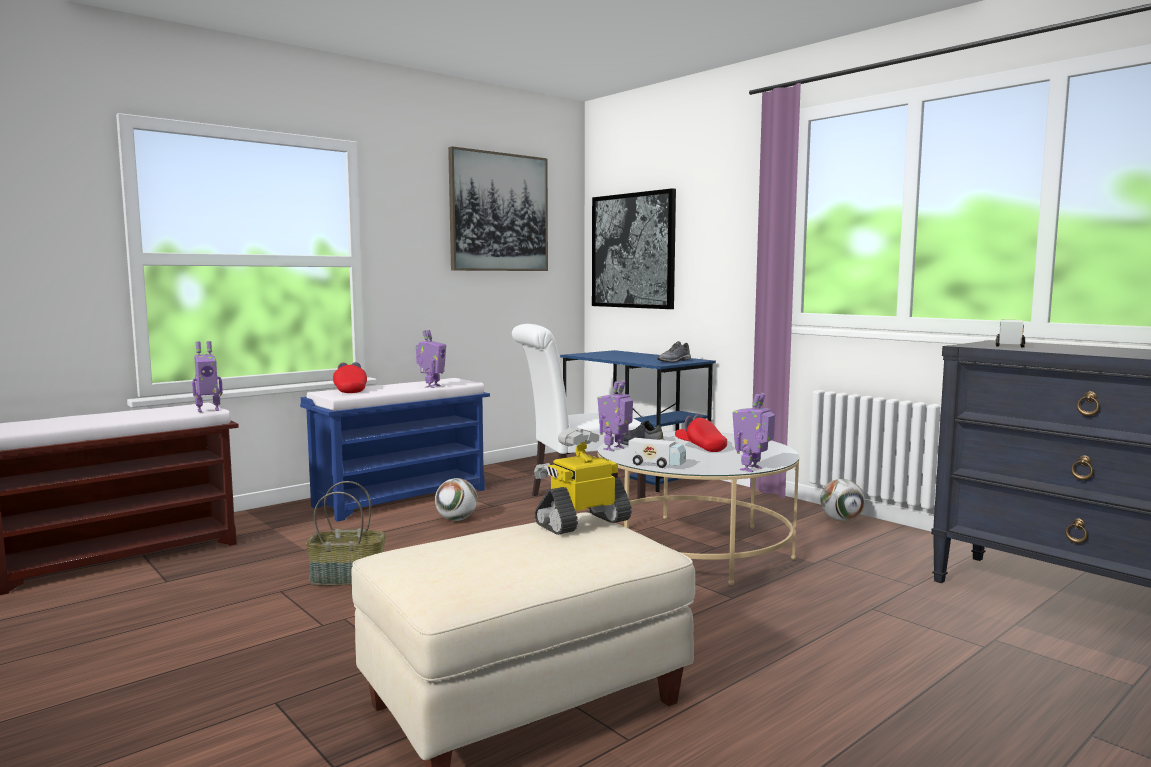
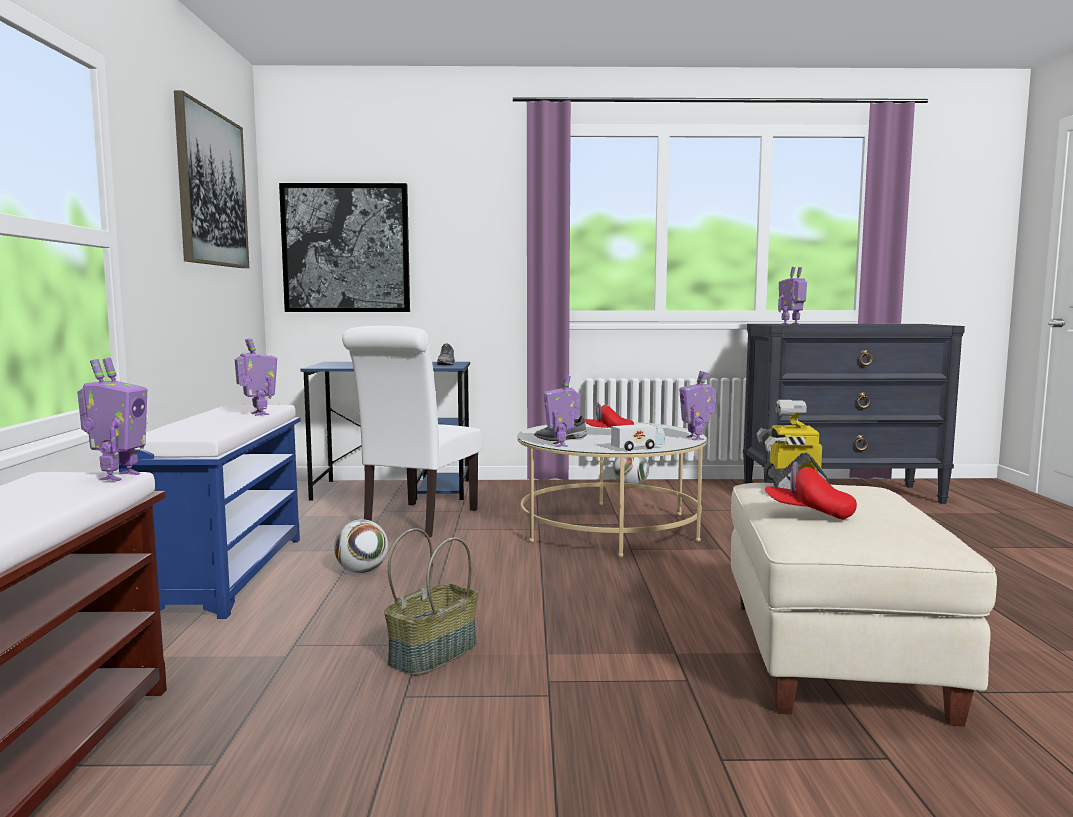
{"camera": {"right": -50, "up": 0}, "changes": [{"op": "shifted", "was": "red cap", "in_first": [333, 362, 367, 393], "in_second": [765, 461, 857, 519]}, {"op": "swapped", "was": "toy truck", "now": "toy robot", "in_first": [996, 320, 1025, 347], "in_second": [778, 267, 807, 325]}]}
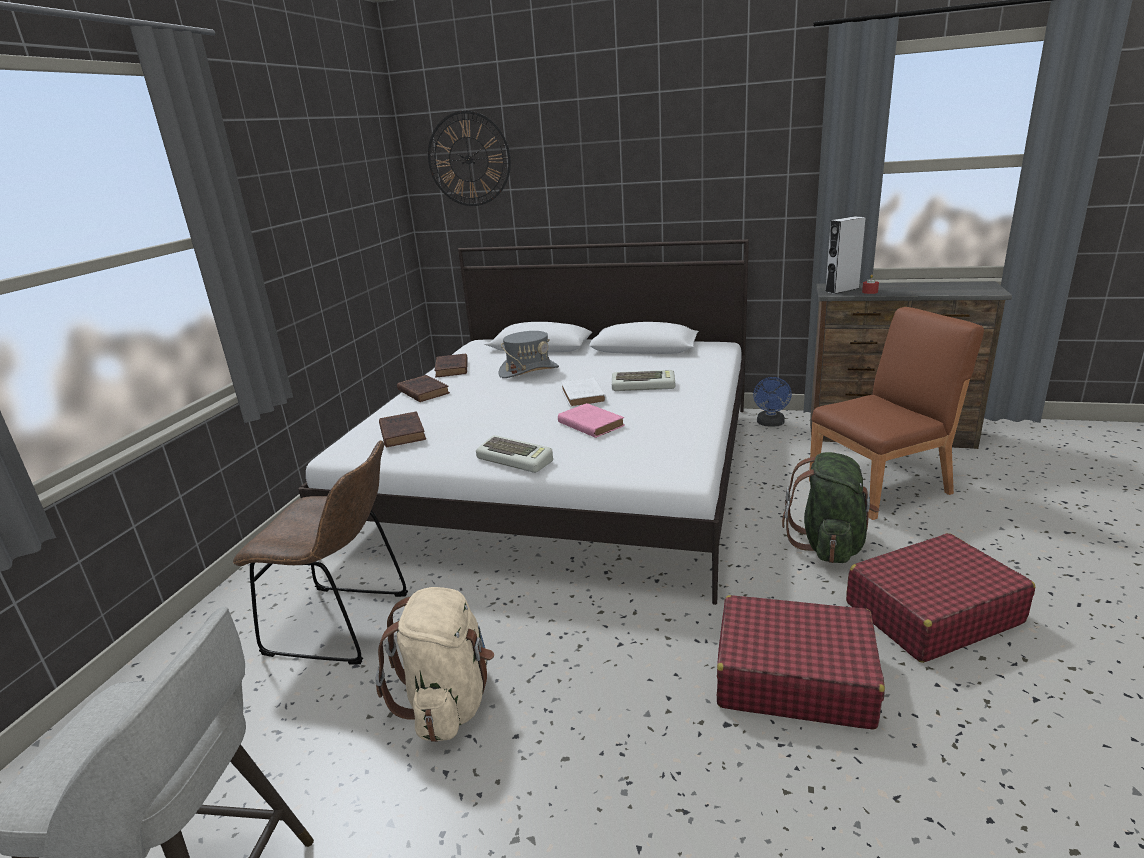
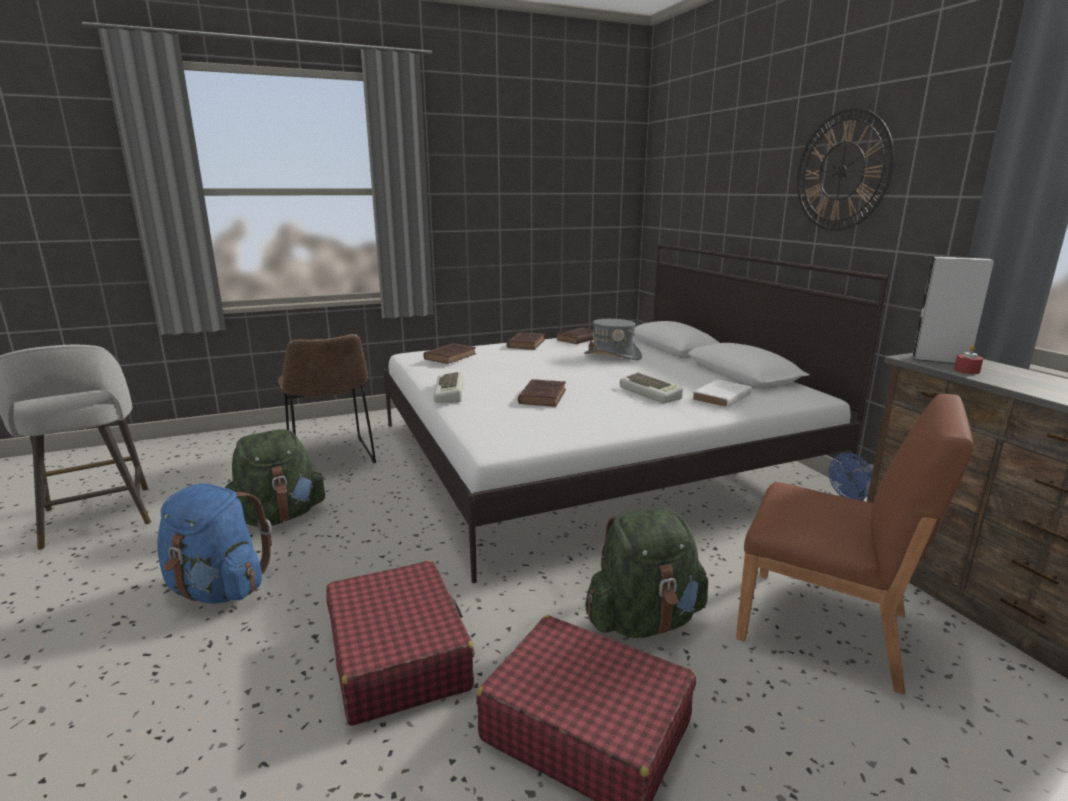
{"camera": {"right": 50, "up": -5}, "changes": [{"op": "new", "now": "blue backpack", "in_second": [157, 483, 272, 604]}, {"op": "repainted", "was": "beige backpack", "now": "green backpack", "in_first": [375, 587, 494, 742], "in_second": [225, 429, 326, 527]}, {"op": "repainted", "was": "pink book", "now": "brown book", "in_first": [558, 403, 625, 438], "in_second": [518, 379, 566, 407]}, {"op": "shifted", "was": "white book", "in_first": [561, 377, 607, 407], "in_second": [691, 380, 752, 408]}, {"op": "shifted", "was": "wall clock", "in_first": [428, 111, 511, 206], "in_second": [797, 108, 894, 231]}]}
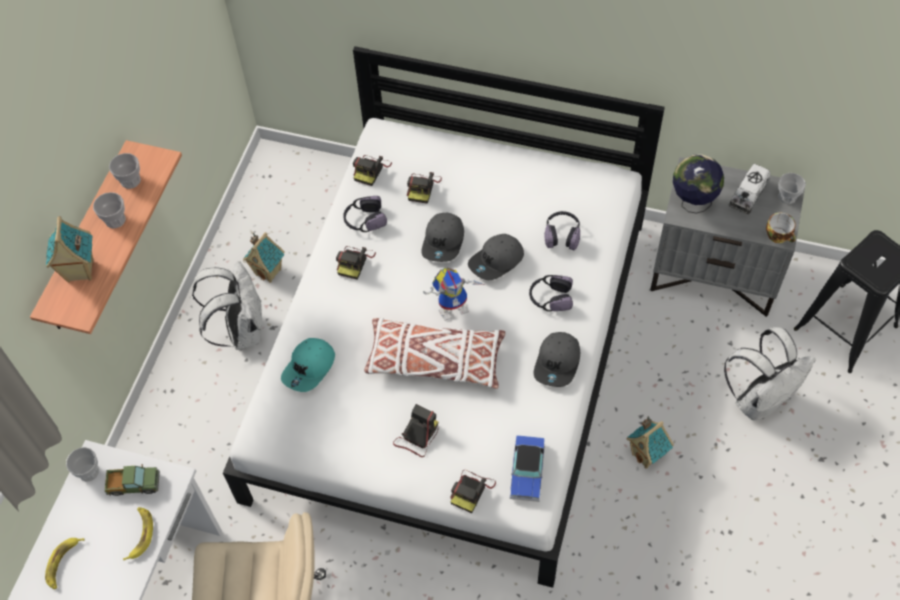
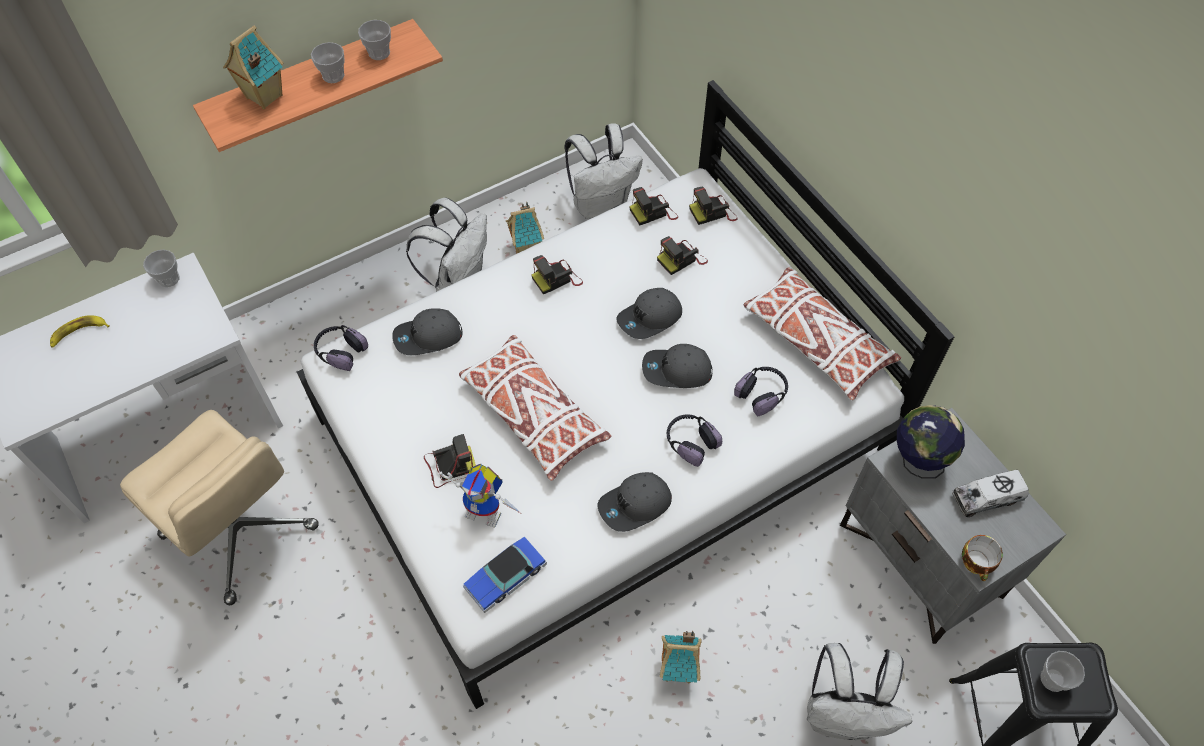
{"camera": {"right": 40, "up": 0}, "changes": [{"op": "shifted", "was": "headphones", "in_first": [343, 196, 387, 232], "in_second": [314, 325, 368, 371]}, {"op": "repainted", "was": "turquoise cap", "now": "grey cap", "in_first": [281, 338, 335, 392], "in_second": [392, 308, 463, 355]}, {"op": "shifted", "was": "toy robot", "in_first": [423, 268, 485, 321], "in_second": [439, 464, 522, 528]}, {"op": "new", "now": "white backpack", "in_second": [564, 123, 643, 219]}, {"op": "shifted", "was": "photo camera", "in_first": [450, 470, 496, 513], "in_second": [689, 187, 738, 225]}, {"op": "new", "now": "white pillow", "in_second": [744, 267, 901, 401]}, {"op": "shifted", "was": "cup", "in_first": [778, 173, 806, 204], "in_second": [1041, 651, 1085, 692]}, {"op": "gone", "was": "toy truck", "in_first": [105, 464, 160, 496]}, {"op": "gone", "was": "banana", "in_first": [123, 507, 153, 560]}]}
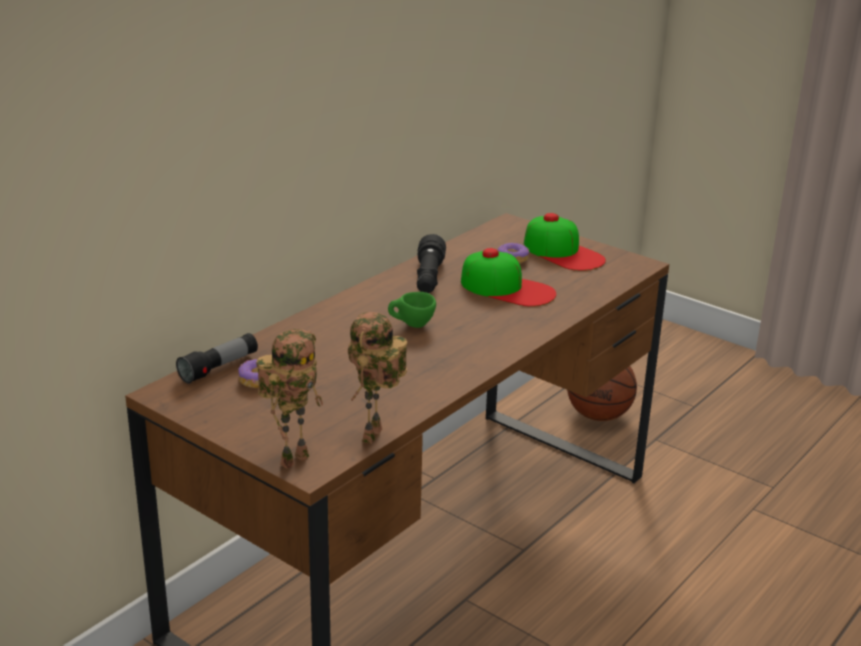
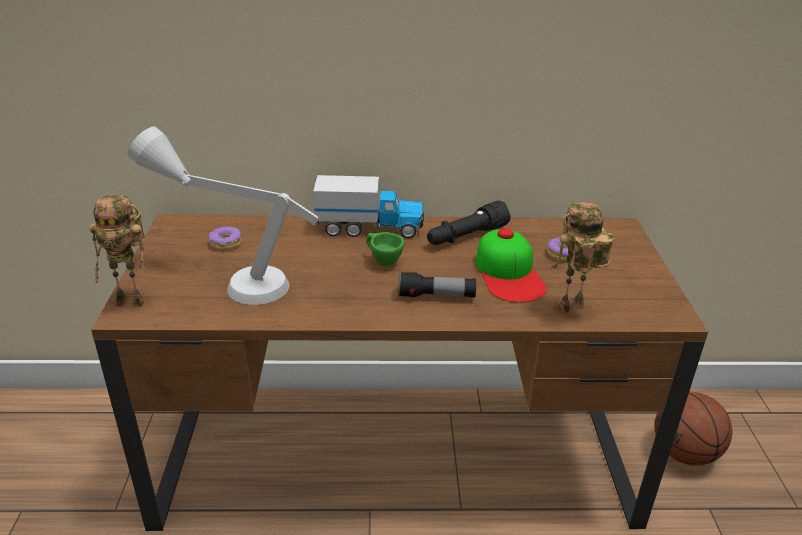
{"camera": {"right": 50, "up": 5}, "changes": [{"op": "new", "now": "grey table lamp", "in_second": [128, 126, 318, 305]}, {"op": "new", "now": "toy truck", "in_second": [313, 175, 424, 238]}, {"op": "shifted", "was": "flashlight", "in_first": [176, 333, 258, 384], "in_second": [398, 272, 476, 298]}, {"op": "shifted", "was": "toy robot", "in_first": [348, 312, 408, 444], "in_second": [551, 202, 615, 313]}, {"op": "gone", "was": "cap", "in_first": [524, 213, 606, 271]}]}
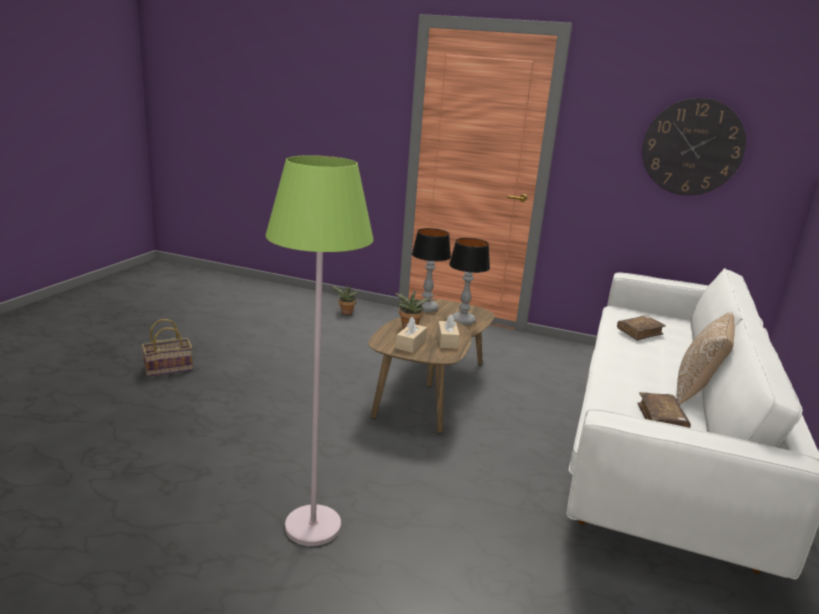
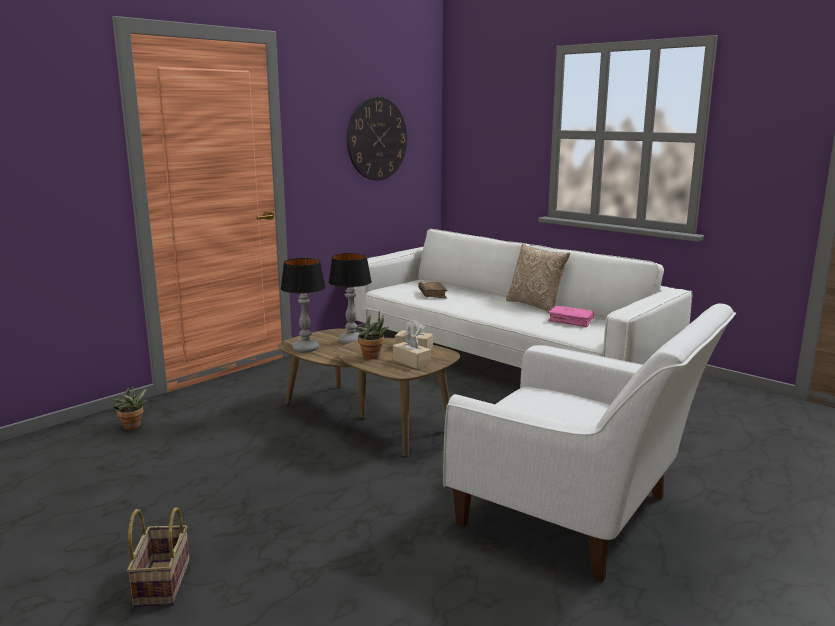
{"camera": {"right": -65, "up": -5}, "changes": [{"op": "swapped", "was": "green floor lamp", "now": "white armchair", "in_first": [266, 155, 374, 546], "in_second": [443, 304, 736, 582]}, {"op": "repainted", "was": "brown book", "now": "pink book", "in_first": [637, 392, 691, 428], "in_second": [548, 306, 594, 327]}]}
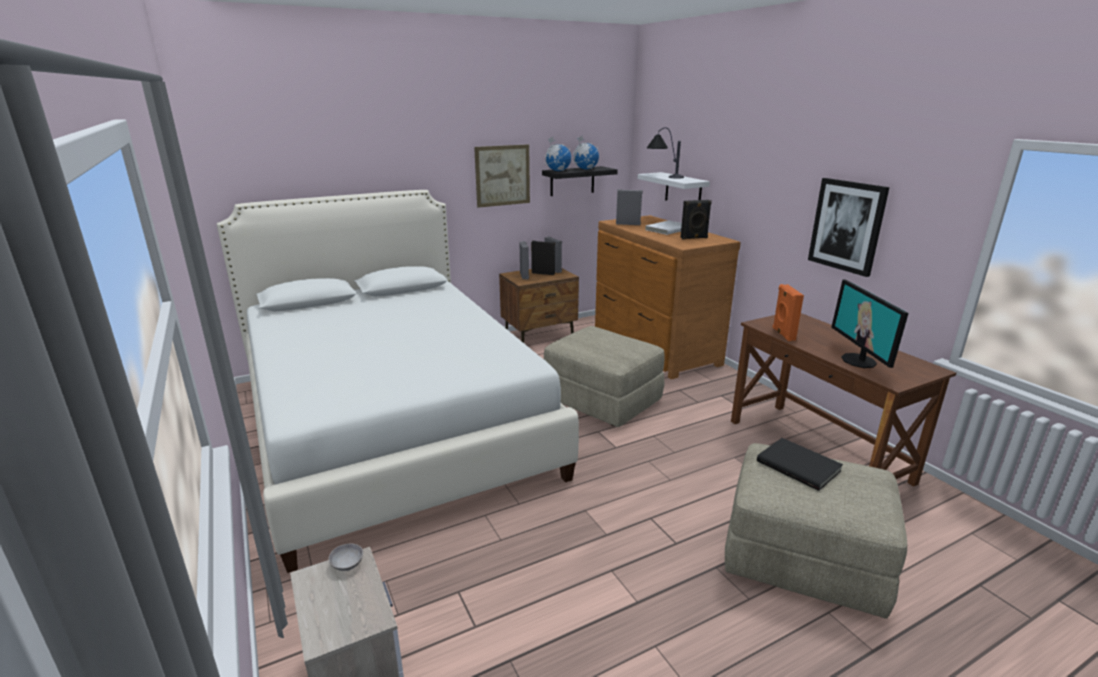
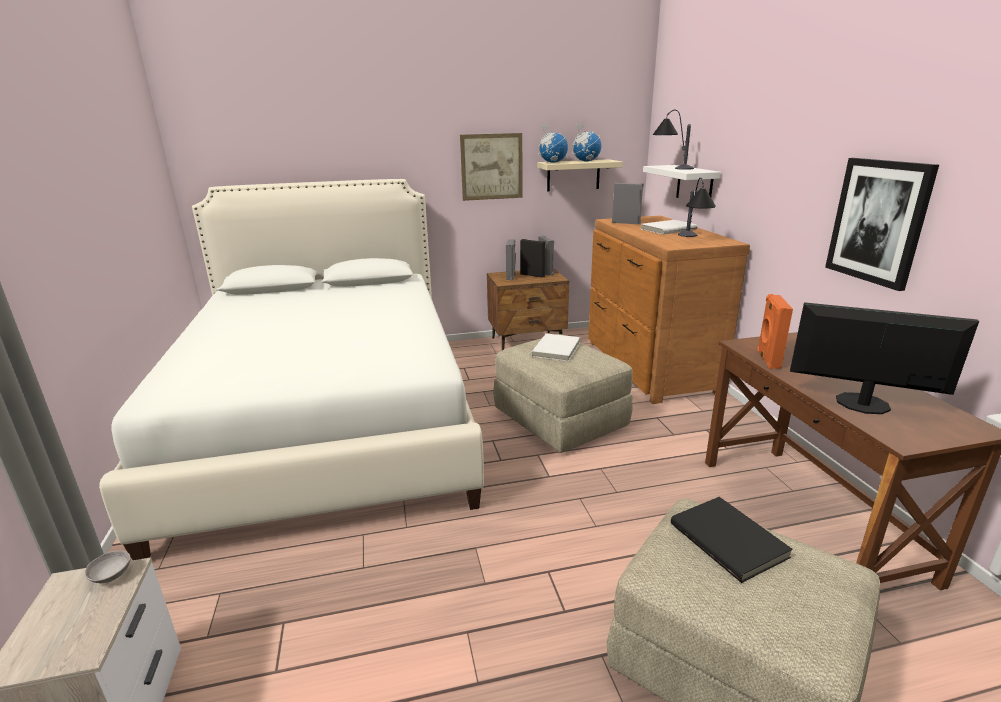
{"camera": {"right": 15, "up": 0}, "changes": [{"op": "new", "now": "white book", "in_second": [531, 334, 580, 361]}, {"op": "repainted", "was": "black shelf", "now": "beige shelf", "in_first": [542, 166, 618, 196], "in_second": [537, 159, 623, 191]}, {"op": "swapped", "was": "black speaker", "now": "table lamp", "in_first": [681, 200, 712, 239], "in_second": [678, 178, 716, 237]}, {"op": "rotated", "was": "monitor", "in_first": [831, 280, 909, 368], "in_second": [790, 302, 979, 414], "clockwise": 105}]}
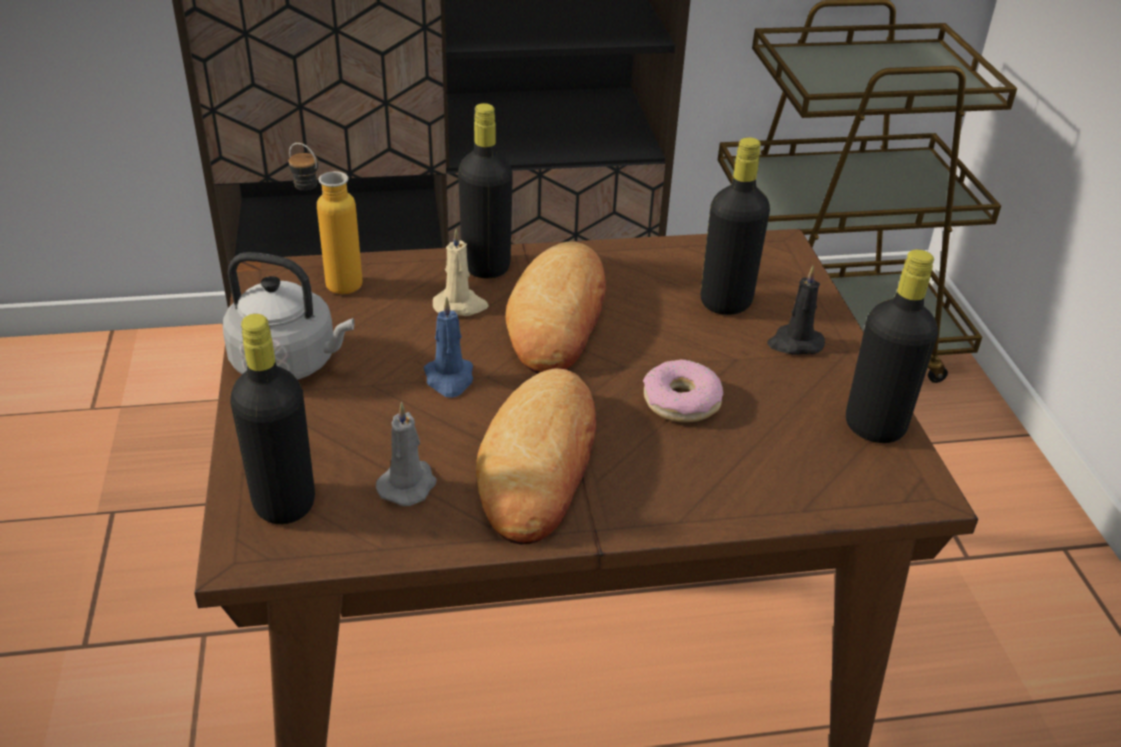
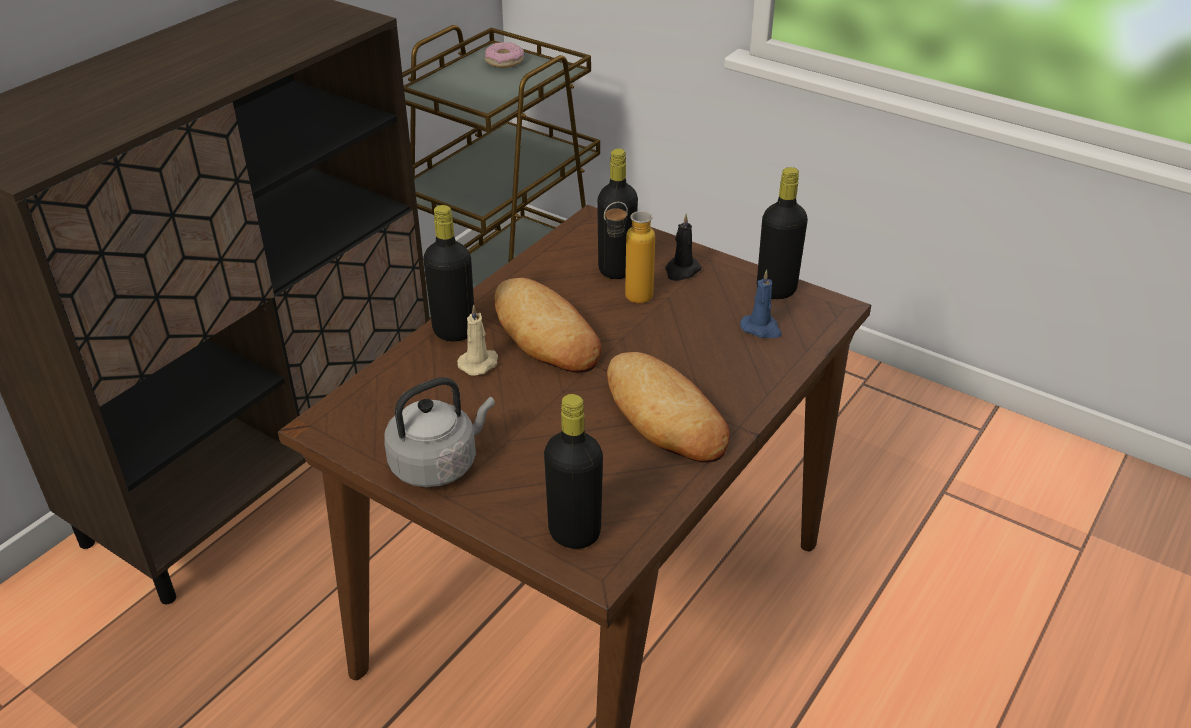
{"camera": {"right": -45, "up": 0}, "changes": [{"op": "shifted", "was": "donut", "in_first": [643, 360, 723, 422], "in_second": [485, 42, 524, 68]}, {"op": "shifted", "was": "bottle", "in_first": [289, 143, 362, 294], "in_second": [604, 202, 655, 303]}, {"op": "shifted", "was": "blue candle", "in_first": [424, 297, 473, 398], "in_second": [740, 270, 782, 338]}, {"op": "gone", "was": "grey candle", "in_first": [376, 402, 437, 506]}]}
